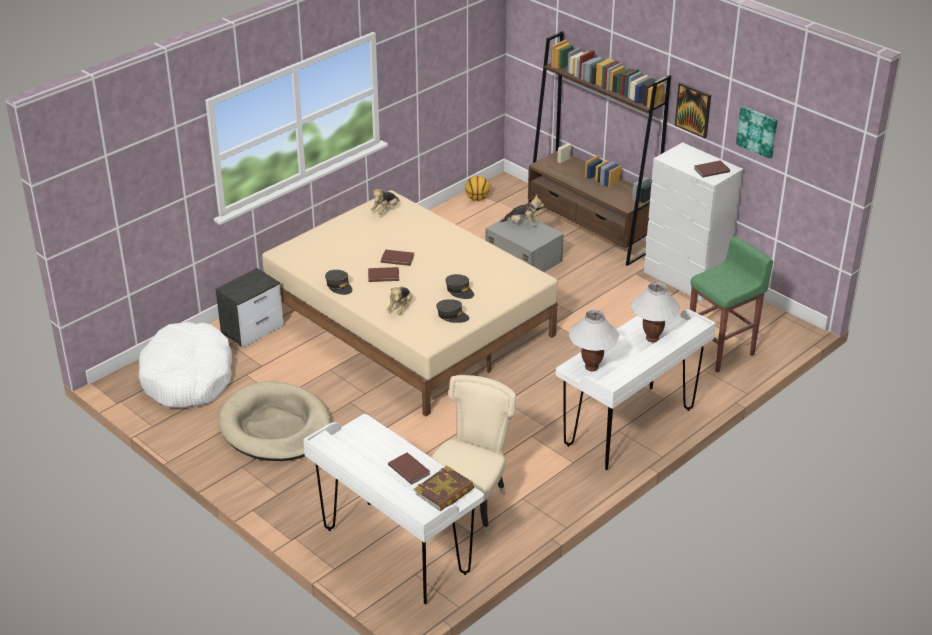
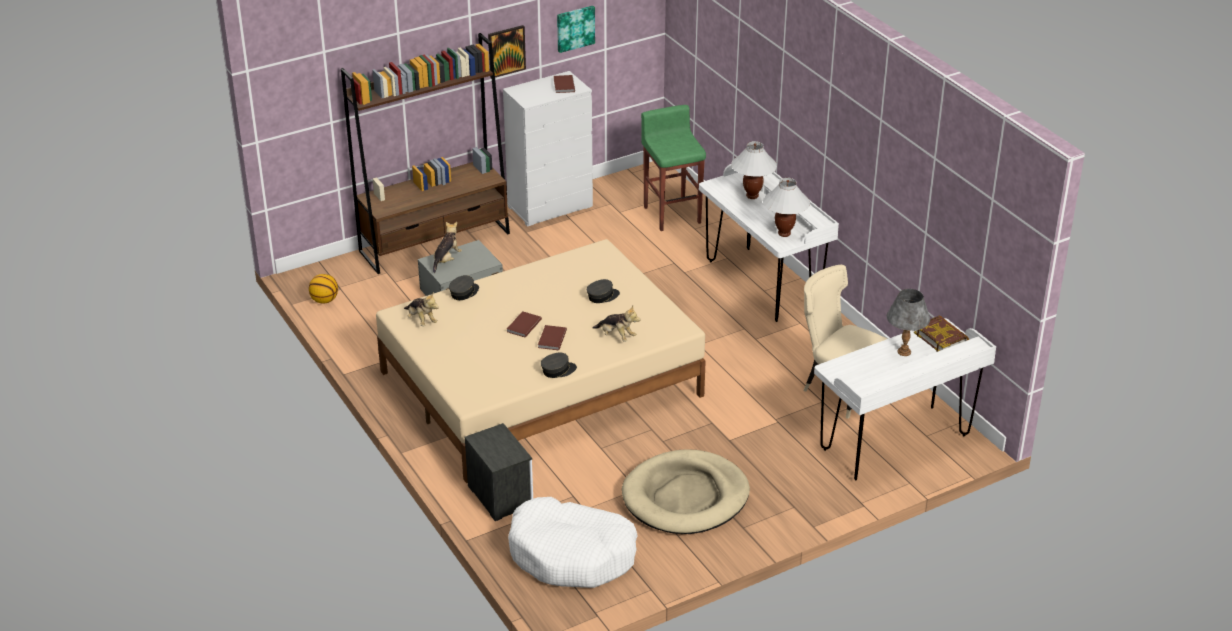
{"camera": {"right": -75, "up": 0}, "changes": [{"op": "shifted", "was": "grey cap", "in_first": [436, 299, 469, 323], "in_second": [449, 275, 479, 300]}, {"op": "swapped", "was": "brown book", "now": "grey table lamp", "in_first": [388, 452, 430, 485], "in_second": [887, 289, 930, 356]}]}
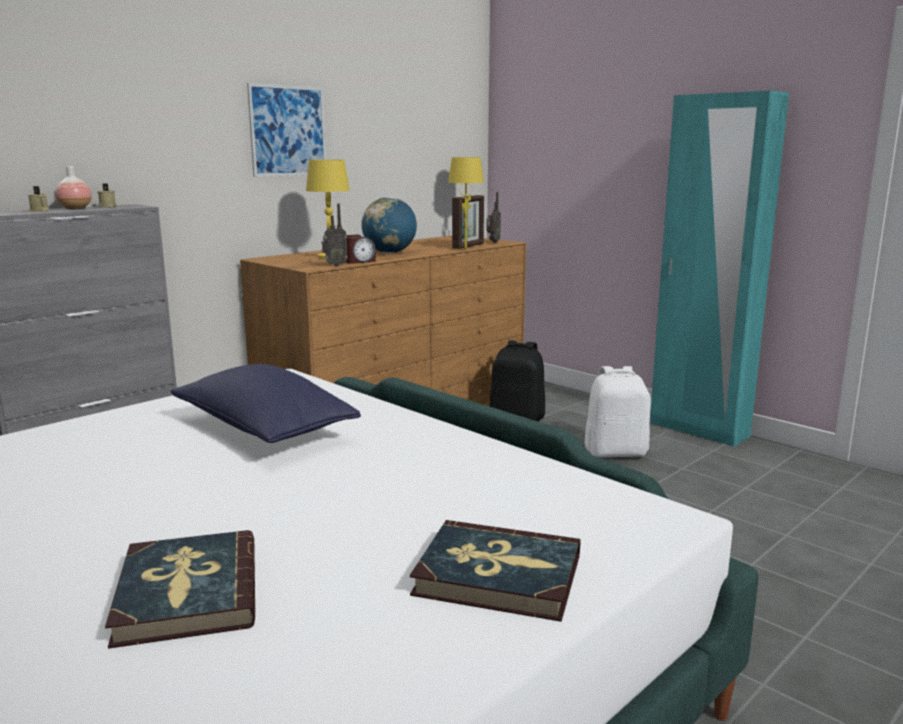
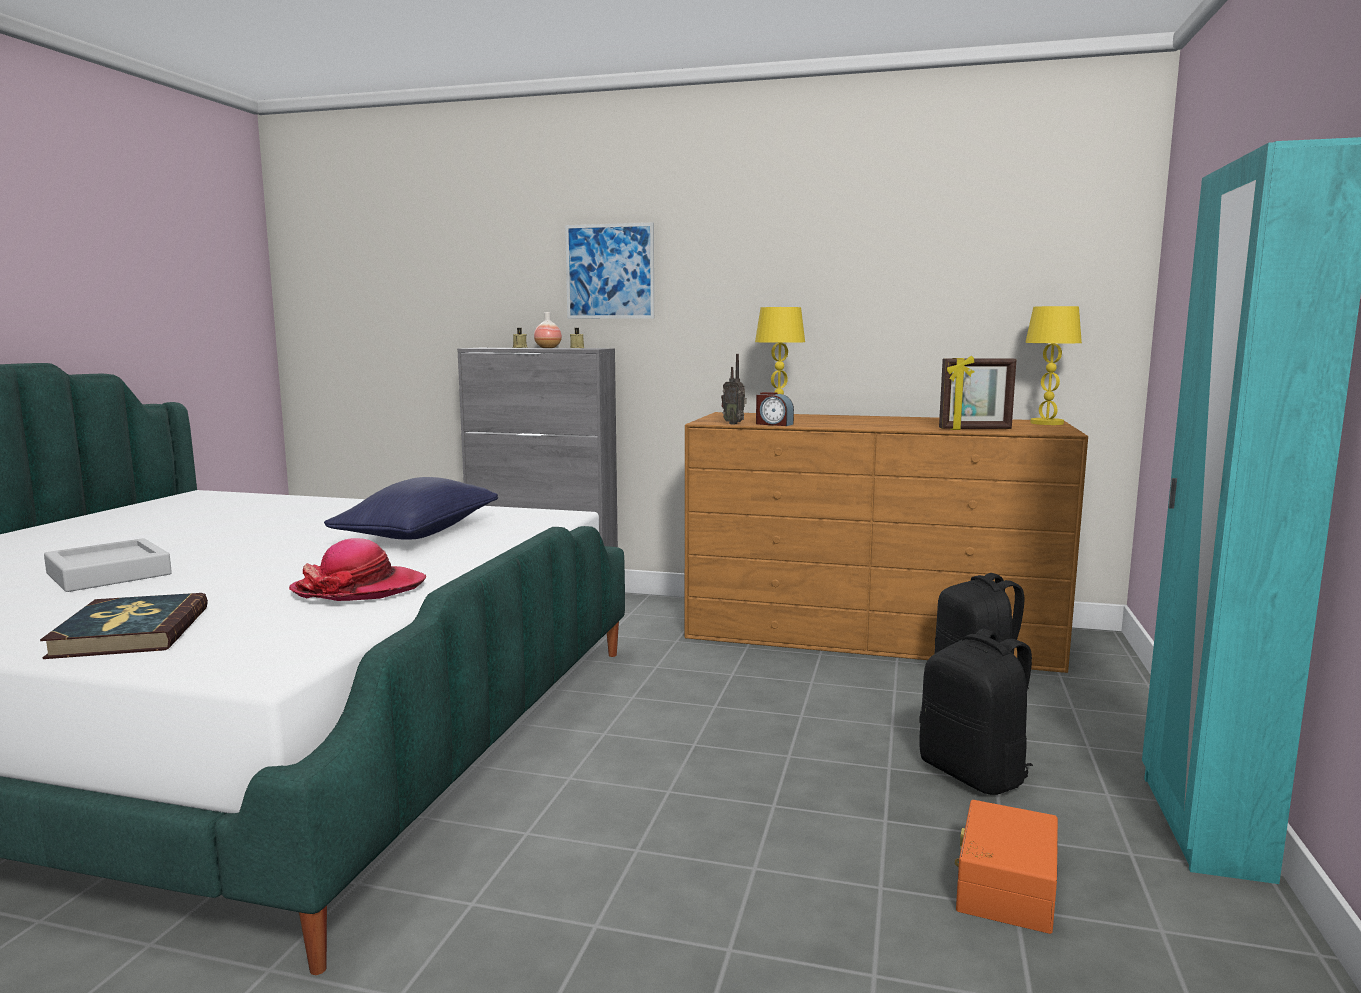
{"camera": {"right": 60, "up": -5}, "changes": [{"op": "swapped", "was": "book", "now": "grey tray", "in_first": [105, 530, 255, 649], "in_second": [44, 538, 172, 592]}, {"op": "new", "now": "hat", "in_second": [289, 538, 426, 601]}, {"op": "shifted", "was": "picture", "in_first": [247, 83, 326, 177], "in_second": [565, 223, 654, 319]}, {"op": "repainted", "was": "white backpack", "now": "black backpack", "in_first": [585, 366, 651, 457], "in_second": [919, 629, 1033, 795]}, {"op": "new", "now": "orange storage box", "in_second": [955, 800, 1058, 934]}, {"op": "gone", "was": "globe", "in_first": [362, 197, 417, 253]}, {"op": "gone", "was": "radio", "in_first": [487, 192, 501, 243]}]}
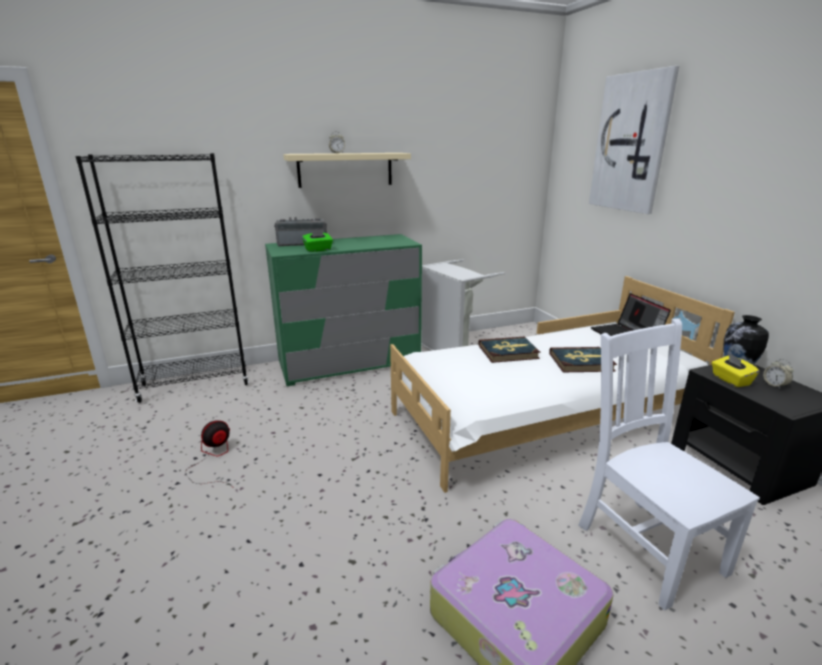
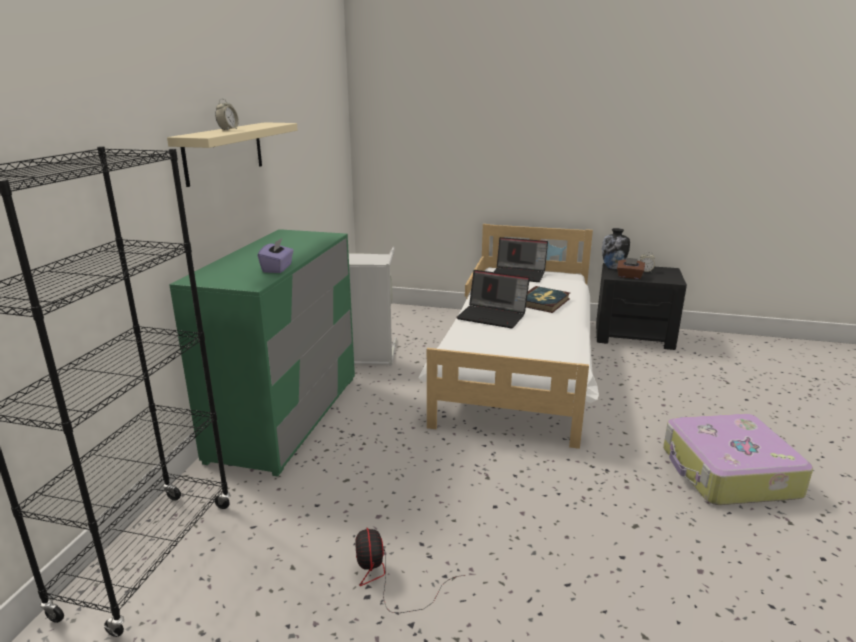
{"camera": {"right": -55, "up": 0}, "changes": [{"op": "repainted", "was": "green tissue box", "now": "purple tissue box", "in_first": [302, 229, 333, 252], "in_second": [258, 238, 294, 273]}, {"op": "swapped", "was": "book", "now": "laptop", "in_first": [479, 337, 540, 363], "in_second": [456, 270, 530, 328]}, {"op": "repainted", "was": "yellow tissue box", "now": "brown tissue box", "in_first": [712, 353, 759, 387], "in_second": [617, 257, 645, 279]}, {"op": "gone", "was": "radio", "in_first": [274, 217, 327, 247]}, {"op": "gone", "was": "white chair", "in_first": [578, 318, 760, 610]}, {"op": "gone", "was": "picture", "in_first": [589, 66, 679, 214]}]}
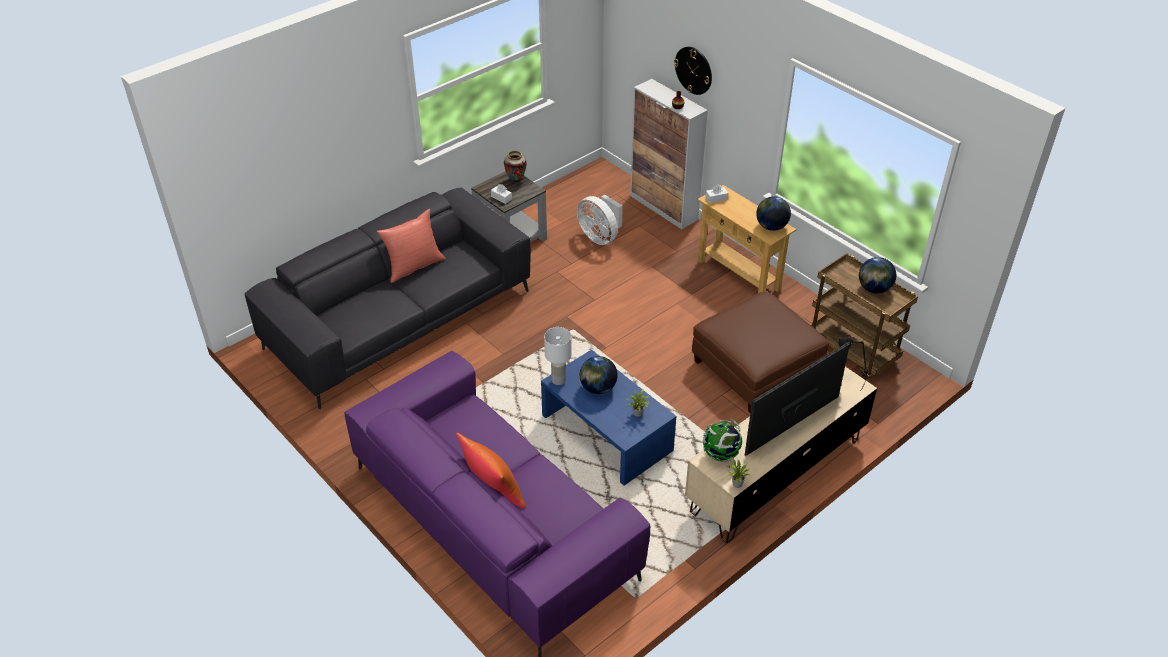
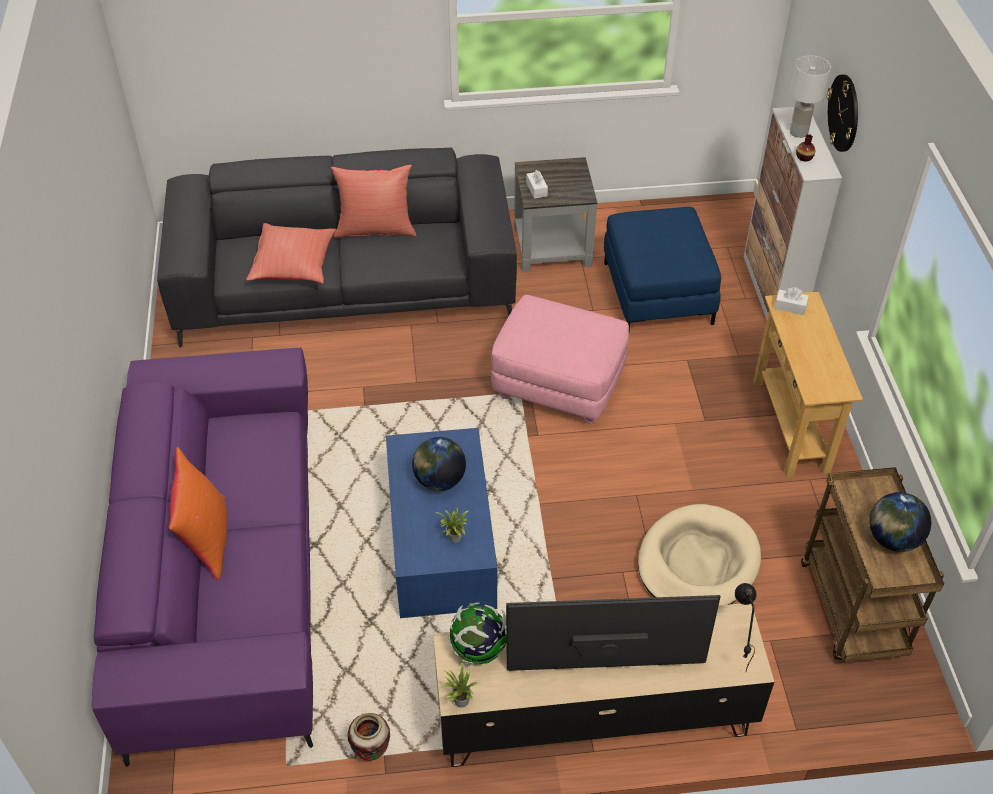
{"camera": {"right": 35, "up": 5}, "changes": [{"op": "new", "now": "red pillow", "in_second": [246, 223, 336, 284]}, {"op": "shifted", "was": "vase", "in_first": [504, 150, 527, 183], "in_second": [347, 713, 390, 761]}, {"op": "new", "now": "pink ottoman", "in_second": [491, 295, 629, 424]}, {"op": "swapped", "was": "white fan", "now": "blue ottoman", "in_first": [577, 195, 623, 245], "in_second": [604, 207, 721, 330]}, {"op": "swapped", "was": "brown ottoman", "now": "beige dog bed", "in_first": [692, 291, 829, 412], "in_second": [638, 504, 761, 605]}, {"op": "shifted", "was": "white table lamp", "in_first": [544, 327, 572, 385], "in_second": [790, 55, 831, 138]}, {"op": "gone", "was": "globe", "in_first": [756, 196, 791, 231]}]}
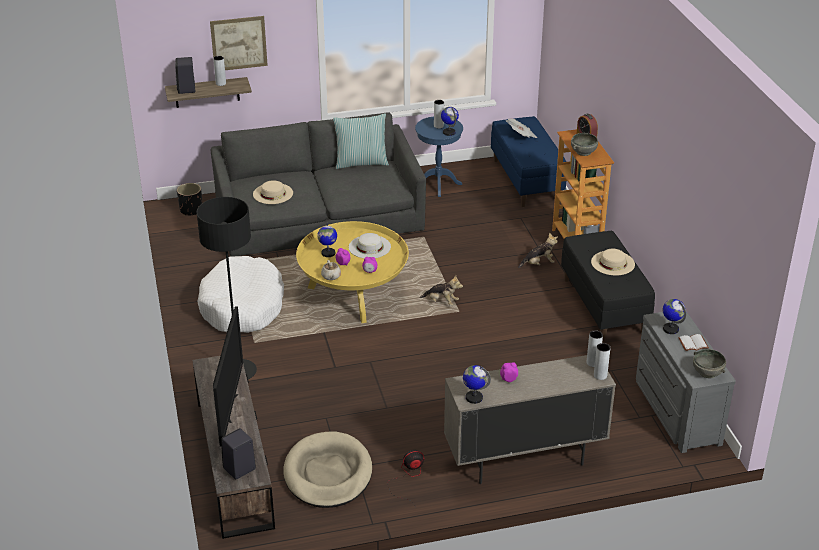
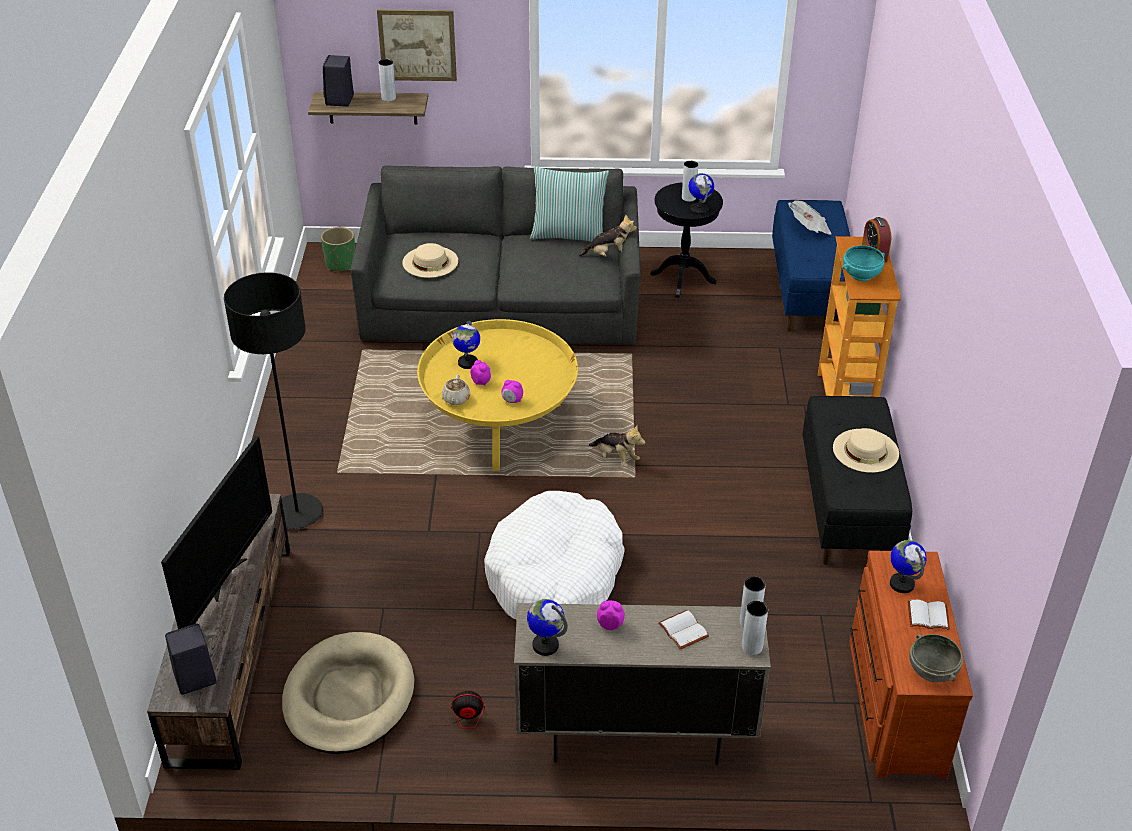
{"camera": {"right": 15, "up": 5}, "changes": [{"op": "repainted", "was": "black planter", "now": "green planter", "in_first": [177, 183, 202, 216], "in_second": [321, 227, 355, 271]}, {"op": "shifted", "was": "white dog bed", "in_first": [197, 256, 284, 333], "in_second": [484, 491, 625, 619]}, {"op": "shifted", "was": "plush toy", "in_first": [518, 233, 558, 268], "in_second": [579, 214, 637, 257]}, {"op": "repainted", "was": "blue side table", "now": "black side table", "in_first": [415, 116, 463, 197], "in_second": [650, 182, 723, 298]}, {"op": "new", "now": "white book", "in_second": [658, 610, 709, 650]}, {"op": "repainted", "was": "grey bowl", "now": "turquoise bowl", "in_first": [571, 133, 598, 156], "in_second": [843, 245, 885, 281]}, {"op": "repainted", "was": "grey dresser", "now": "brown dresser", "in_first": [636, 311, 736, 453], "in_second": [849, 551, 973, 779]}, {"op": "gone", "was": "white hat", "in_first": [349, 233, 391, 258]}]}
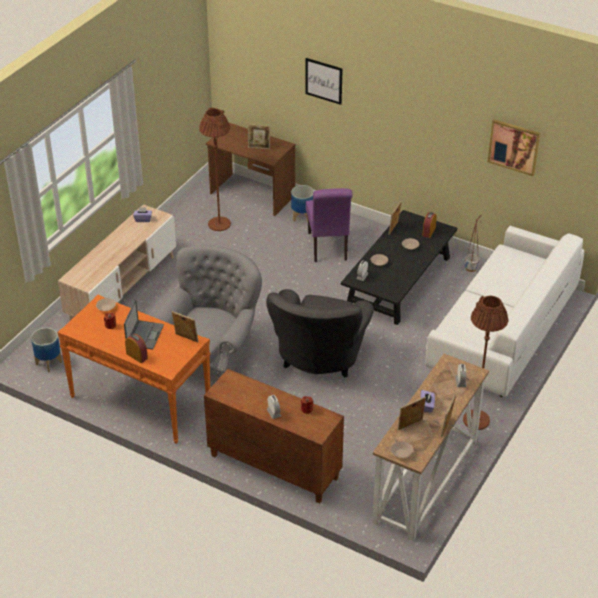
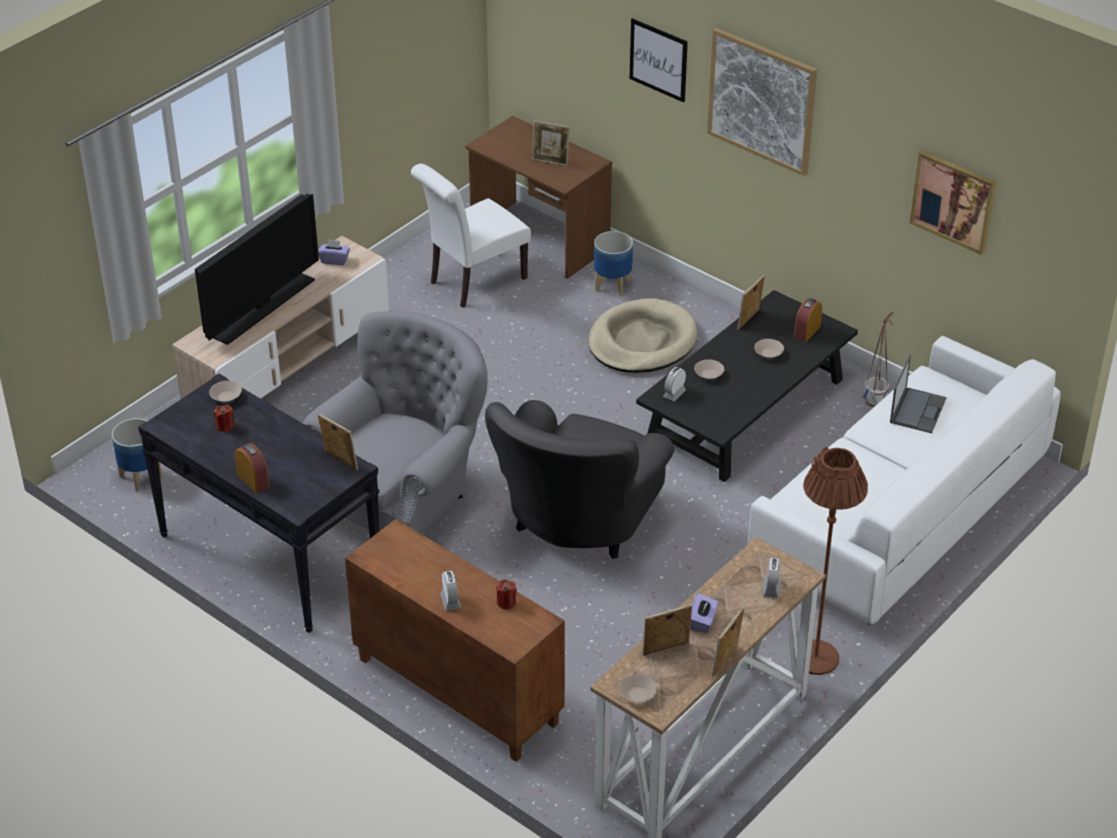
{"camera": {"right": 10, "up": 0}, "changes": [{"op": "repainted", "was": "orange console table", "now": "black console table", "in_first": [57, 295, 210, 444], "in_second": [138, 374, 379, 633]}, {"op": "new", "now": "television", "in_second": [195, 194, 319, 345]}, {"op": "swapped", "was": "brown floor lamp", "now": "white chair", "in_first": [199, 108, 231, 231], "in_second": [411, 164, 531, 308]}, {"op": "swapped", "was": "purple chair", "now": "beige dog bed", "in_first": [306, 188, 353, 262], "in_second": [588, 298, 698, 373]}, {"op": "new", "now": "picture", "in_second": [707, 28, 817, 176]}, {"op": "shifted", "was": "laptop", "in_first": [124, 299, 164, 349], "in_second": [890, 354, 947, 433]}]}
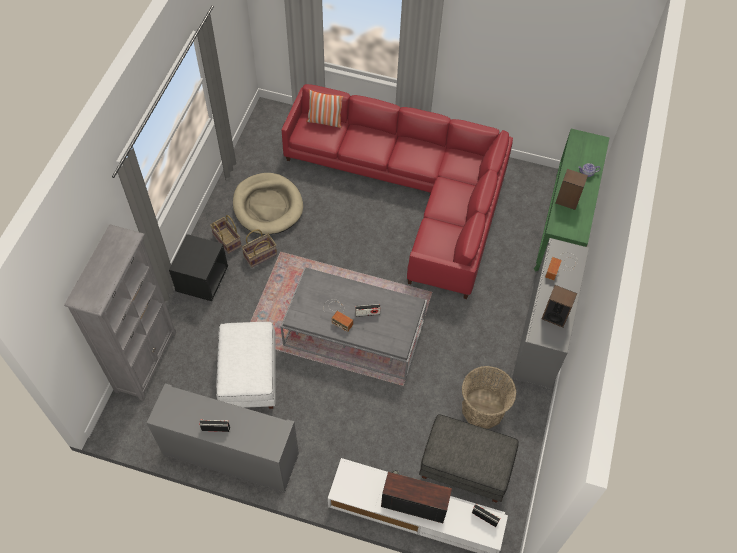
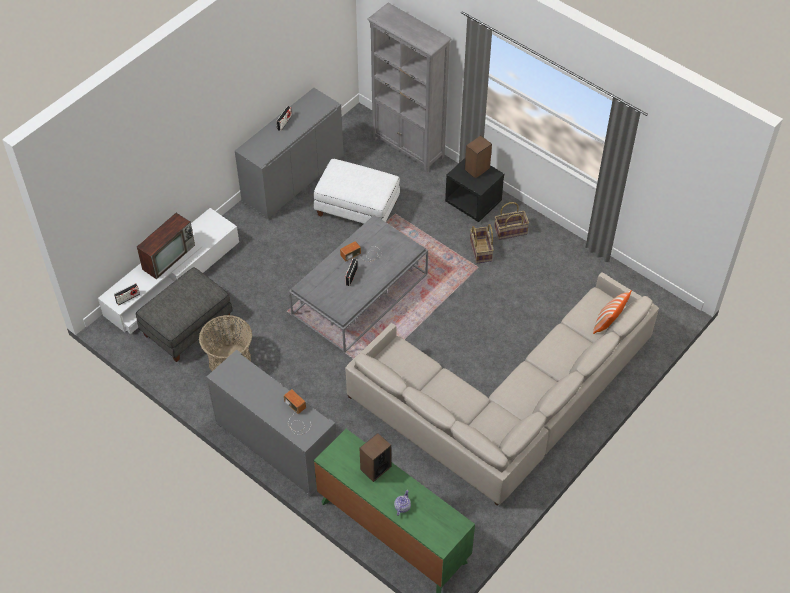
{"camera": {"right": 115, "up": -5}, "changes": [{"op": "repainted", "was": "red sofa", "now": "beige sofa", "in_first": [282, 84, 513, 299], "in_second": [345, 272, 659, 506]}, {"op": "shifted", "was": "speaker", "in_first": [542, 285, 577, 327], "in_second": [465, 136, 492, 179]}, {"op": "gone", "was": "beige dog bed", "in_first": [233, 173, 303, 234]}]}
